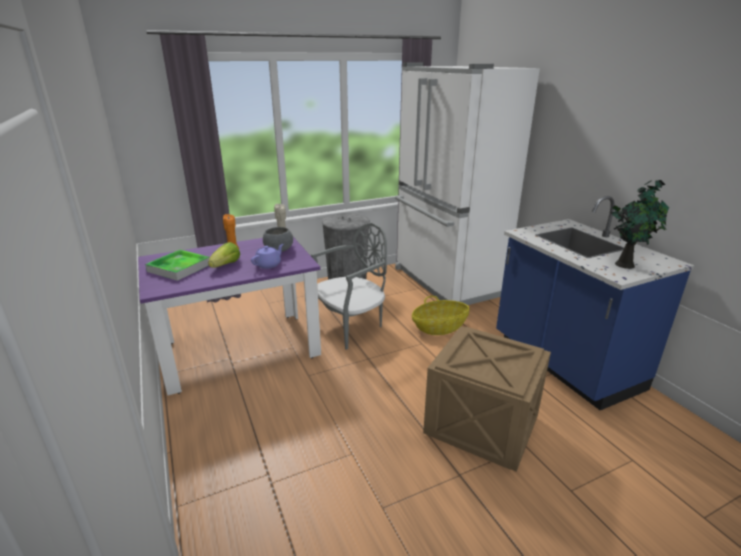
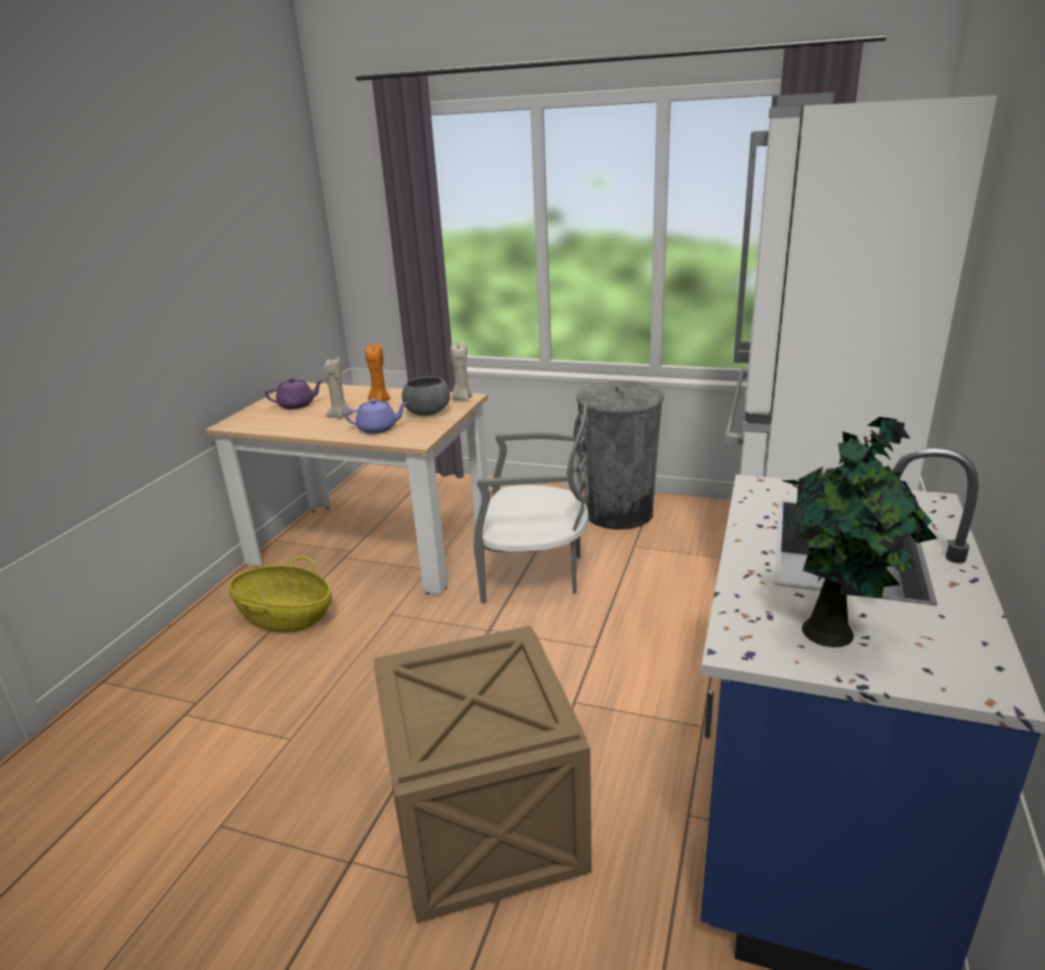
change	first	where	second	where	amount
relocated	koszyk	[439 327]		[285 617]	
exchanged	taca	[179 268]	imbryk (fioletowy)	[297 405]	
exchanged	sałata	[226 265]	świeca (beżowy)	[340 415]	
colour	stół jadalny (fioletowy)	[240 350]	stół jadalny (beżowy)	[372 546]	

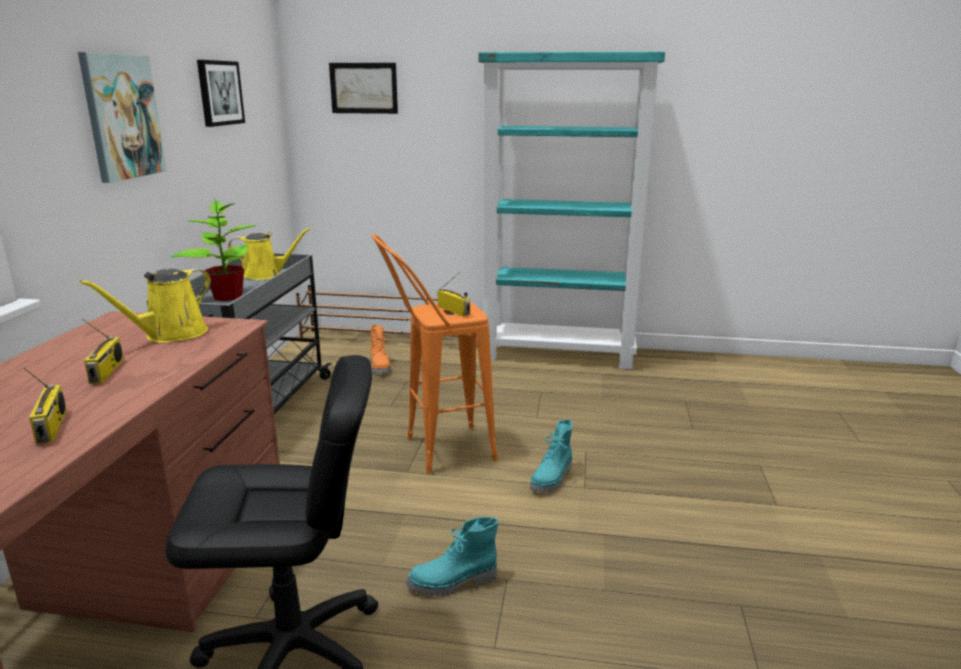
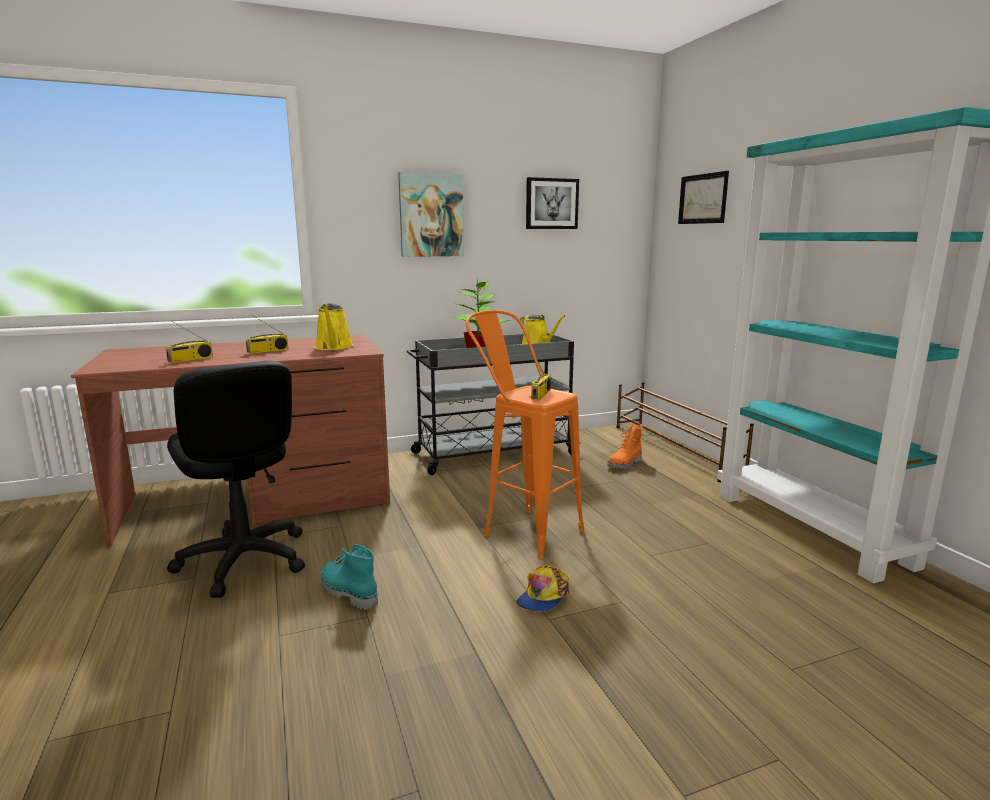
change	first	where	second	where	amount
exchanged	but z cholewką (turkusowy)	[552 479]	czapka z daszkiem	[543 596]	
spun	konewka (żółty)	[171 335]		[334 347]	105 degrees counterclockwise

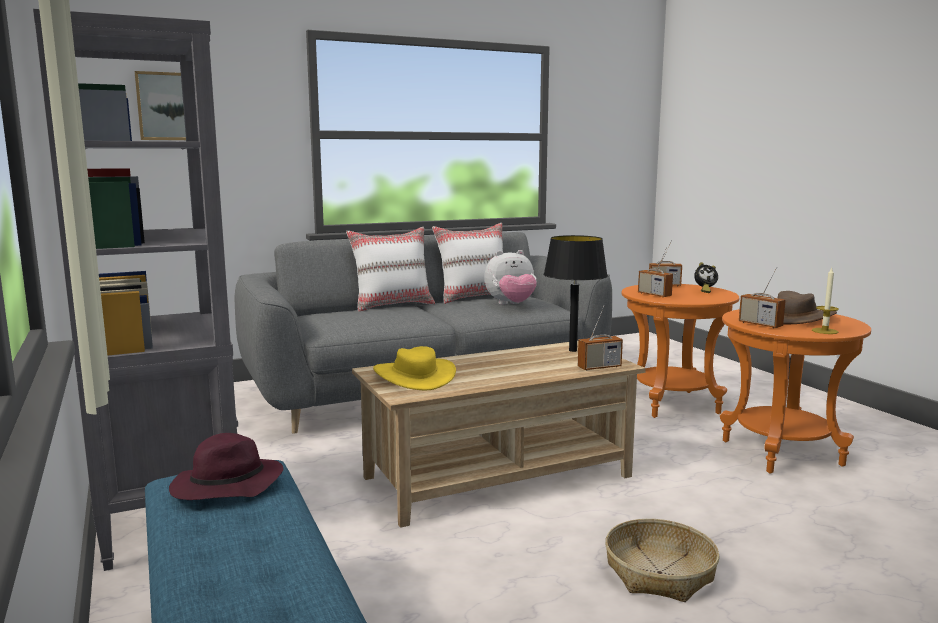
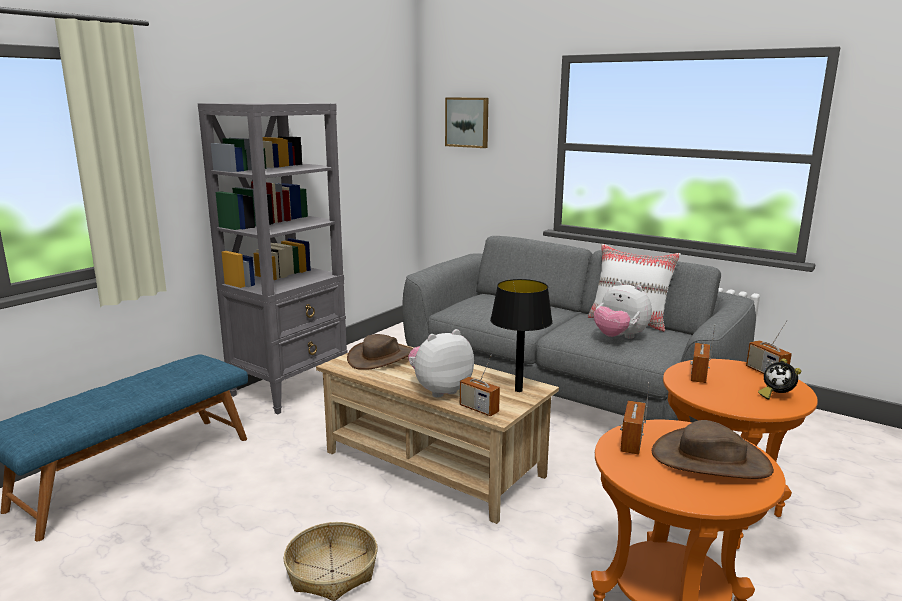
change	first	where	second	where	amount
missing	kapelusz (fioletowy)	[226 487]			
missing	poduszka (biały)	[393 305]			
missing	świeca	[824 331]			
appeared			pluszak	[439 390]	
colour	kapelusz (żółty)	[414 376]	kapelusz (brązowy)	[381 357]	

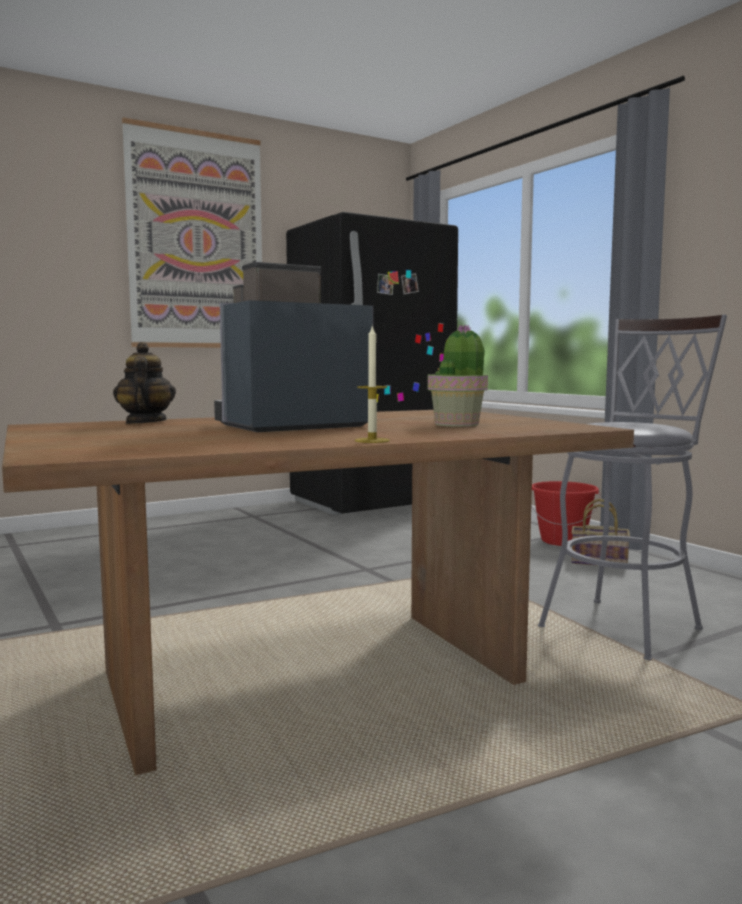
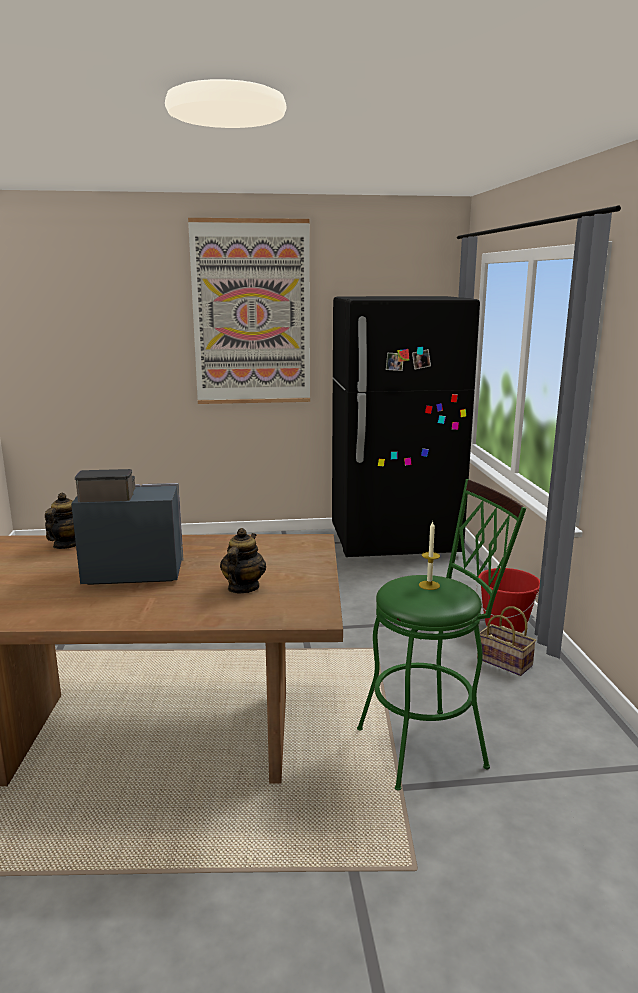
change	first	where	second	where	amount
relocated	świeca	[372 440]		[429 585]	
exchanged	roślina doniczkowa	[457 424]	imbryk	[243 588]	
colour	stołek (szary)	[627 624]	stołek (zielony)	[431 745]	

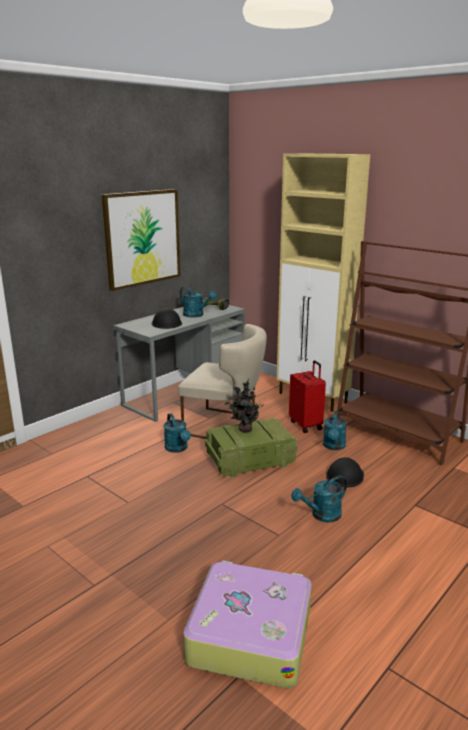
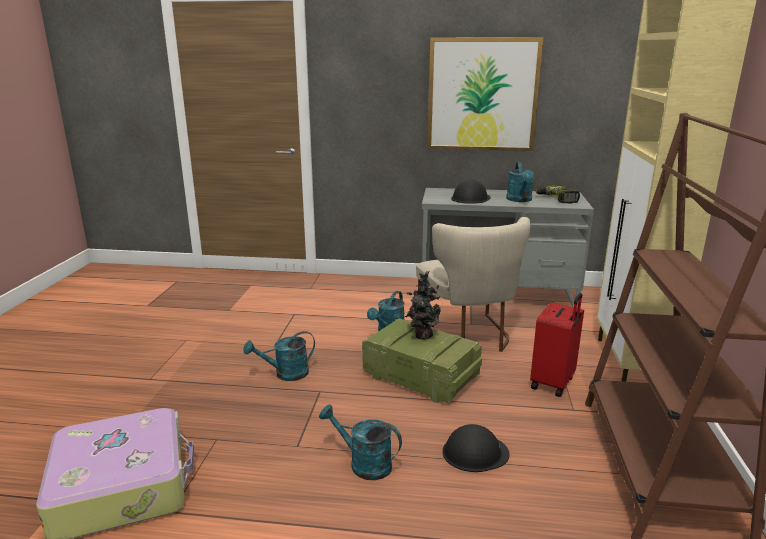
change	first	where	second	where	amount
relocated	konewka (turkusowy)	[334 447]		[285 374]	

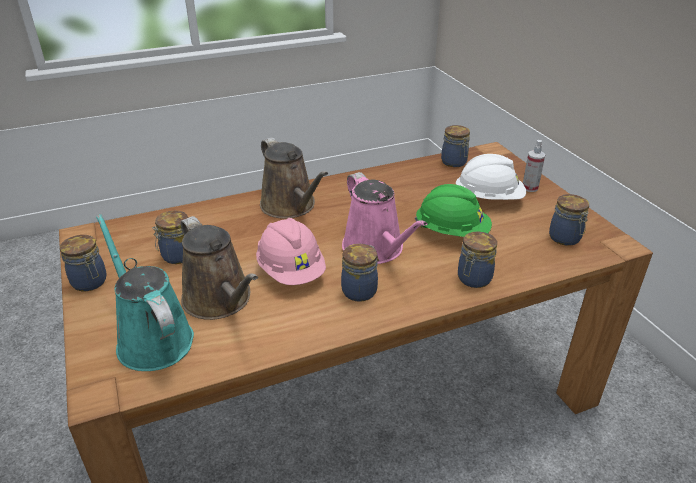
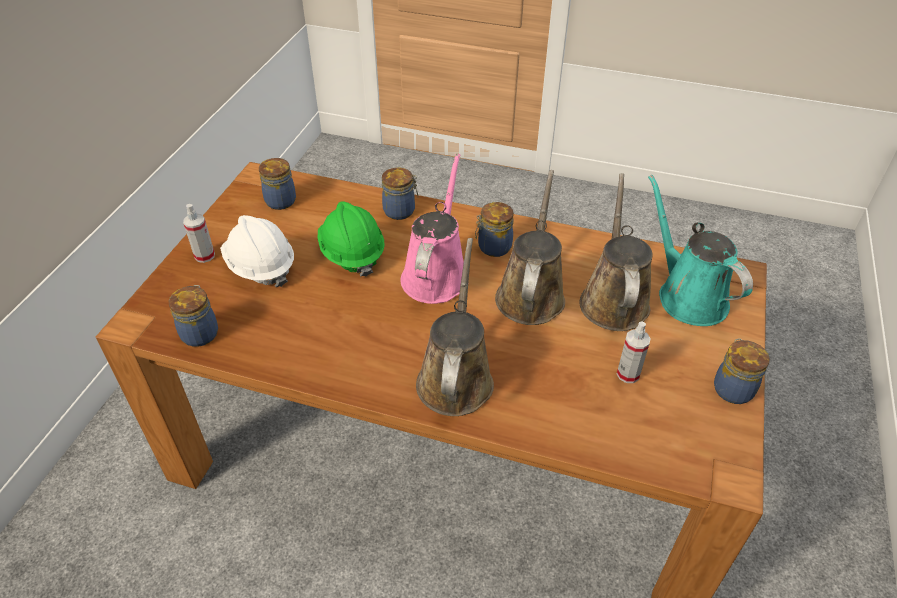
change	first	where	second	where	amount
exchanged	słoik	[177 256]	spryskiwacz	[628 374]	
exchanged	kask (różowy)	[291 271]	konewka (brązowy)	[531 294]	
spun	konewka (turkusowy)	[152 338]		[687 295]	150 degrees clockwise

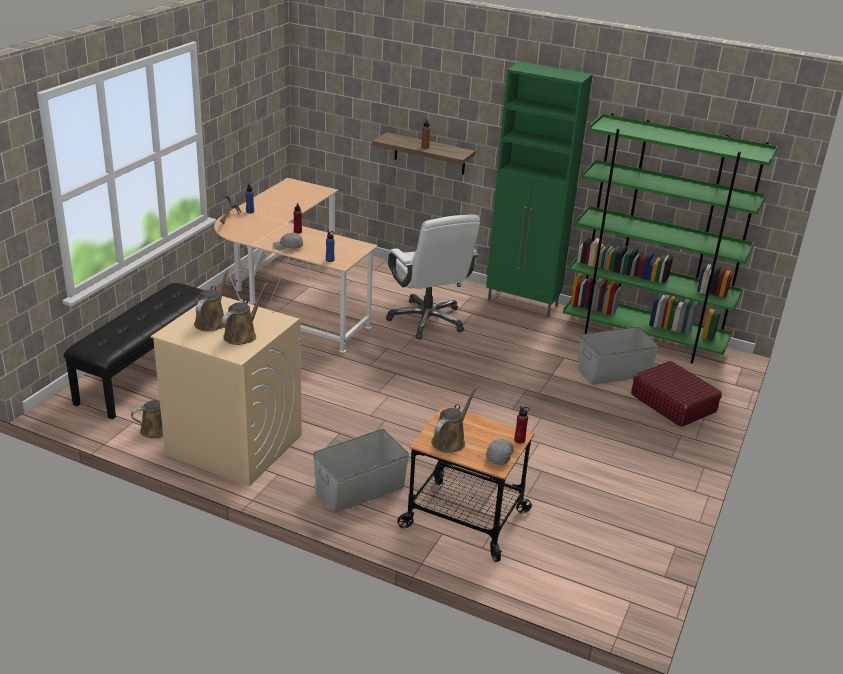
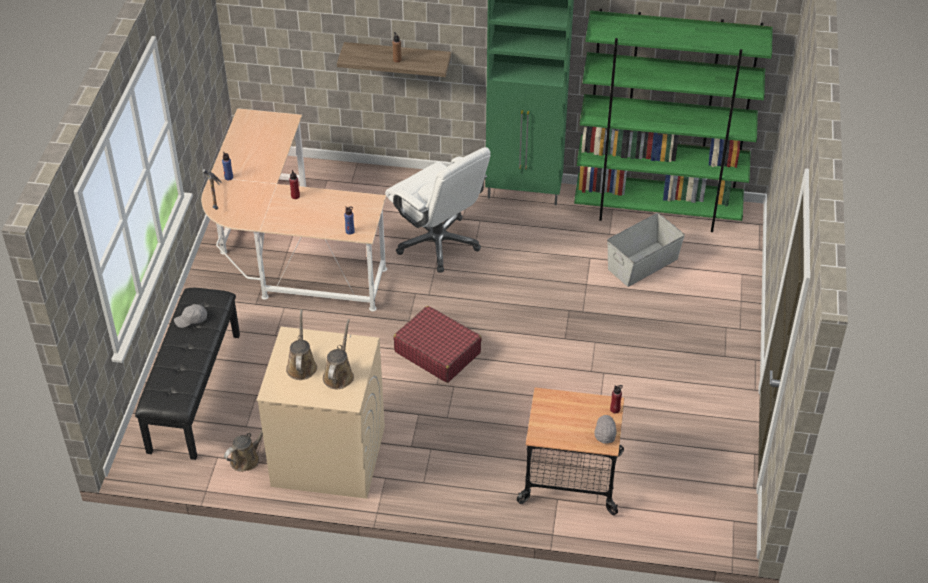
change	first	where	second	where	amount
missing	pojemnik do przechowywania (szary)	[361 489]			
missing	konewka (brązowy)	[450 441]			
relocated	czapka z daszkiem (szary)	[288 247]		[191 320]	
relocated	walizka (czerwony)	[673 403]		[437 352]	

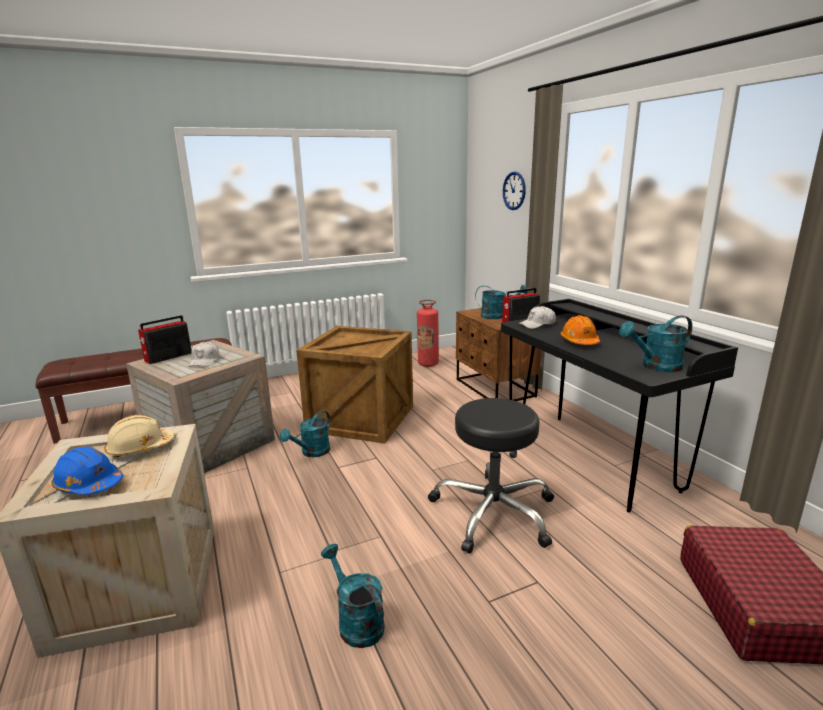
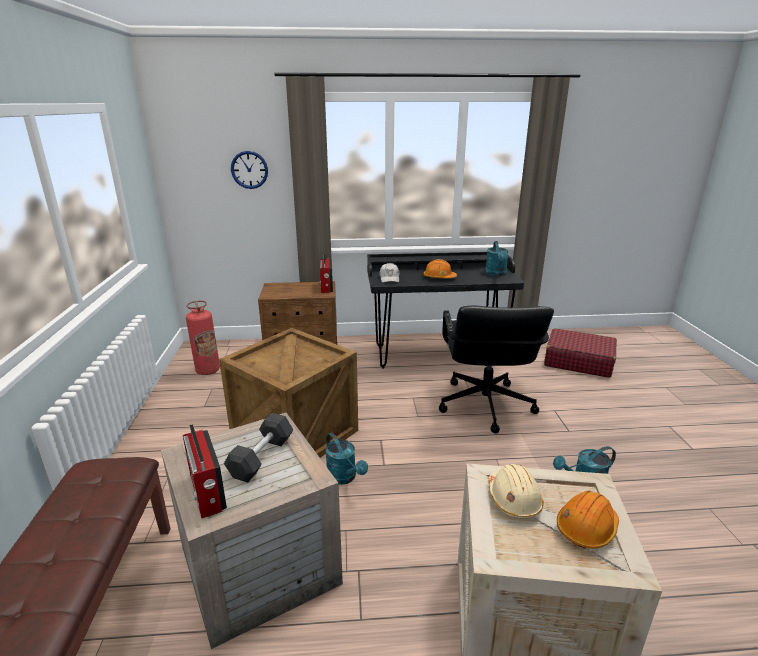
change	first	where	second	where	amount
missing	konewka (turkusowy)	[497 316]			
exchanged	czapka z daszkiem (biały)	[204 361]	hantel (szary)	[261 457]	
exchanged	stołek (czarny)	[494 512]	krzesło biurowe (czarny)	[484 405]	
colour	kask (niebieski)	[89 484]	kask (pomarańczowy)	[586 528]	

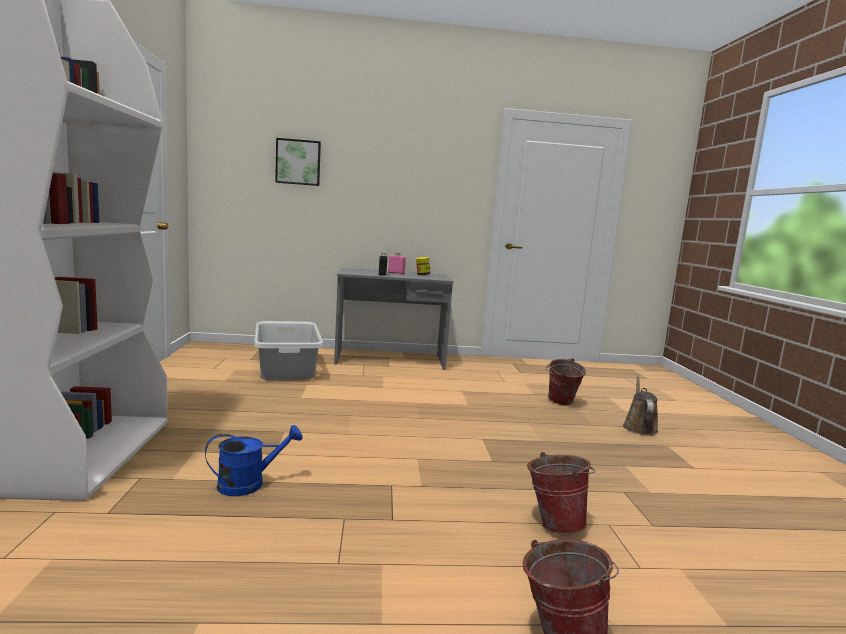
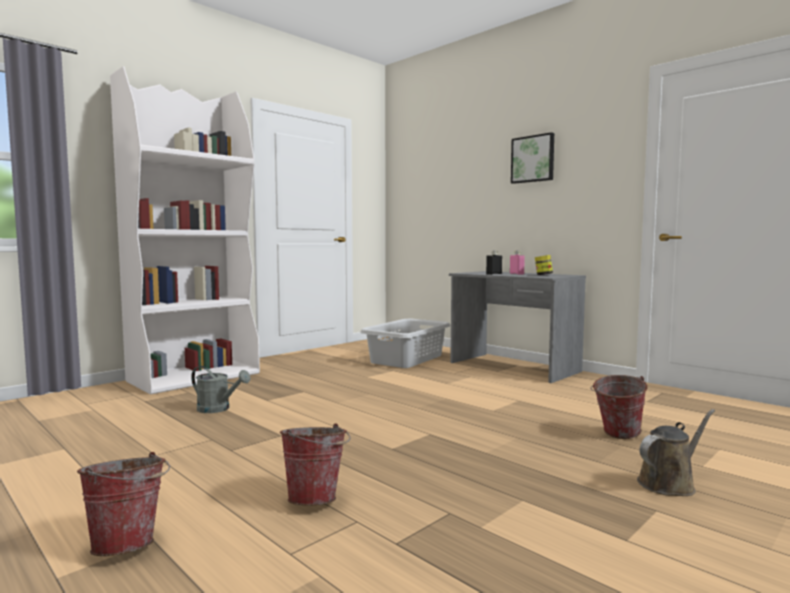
change	first	where	second	where	amount
relocated	obraz	[298 162]		[533 159]	
colour	konewka (niebieski)	[249 484]	konewka (szary)	[218 409]	

